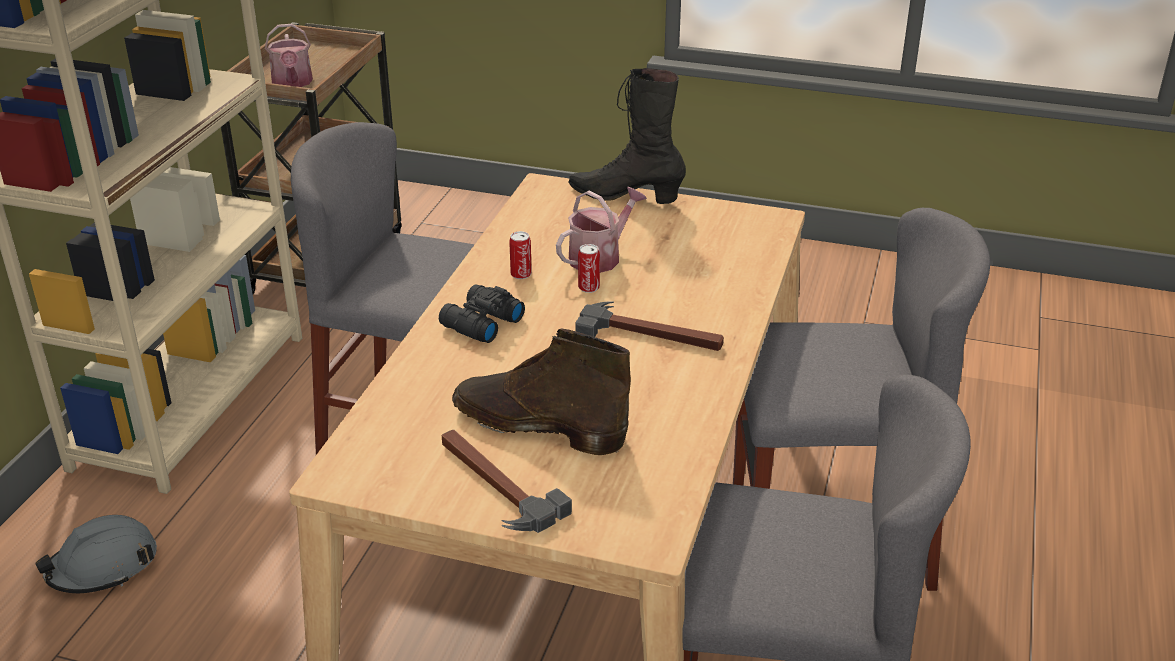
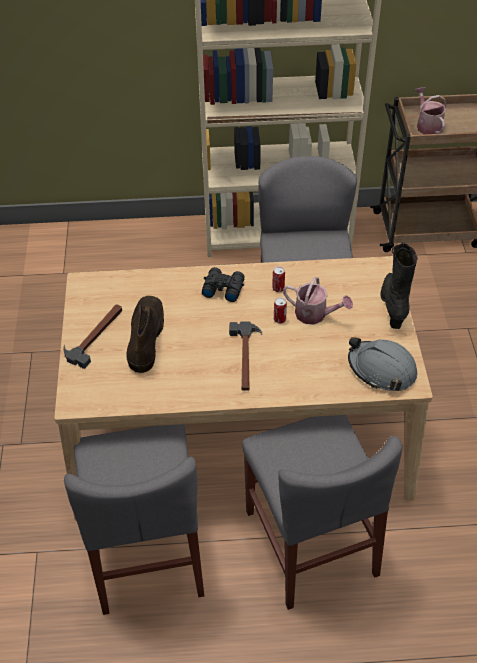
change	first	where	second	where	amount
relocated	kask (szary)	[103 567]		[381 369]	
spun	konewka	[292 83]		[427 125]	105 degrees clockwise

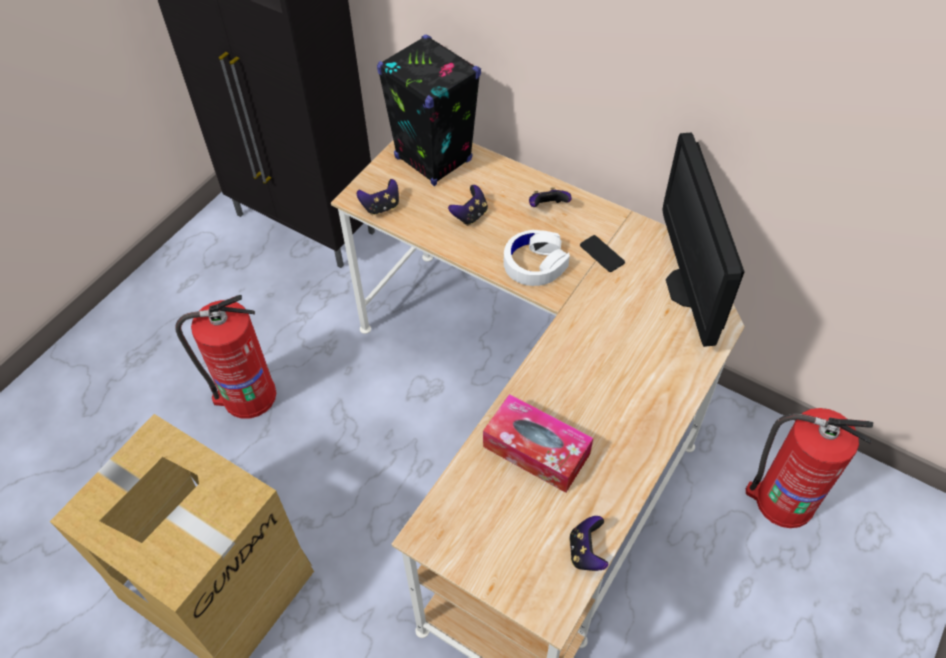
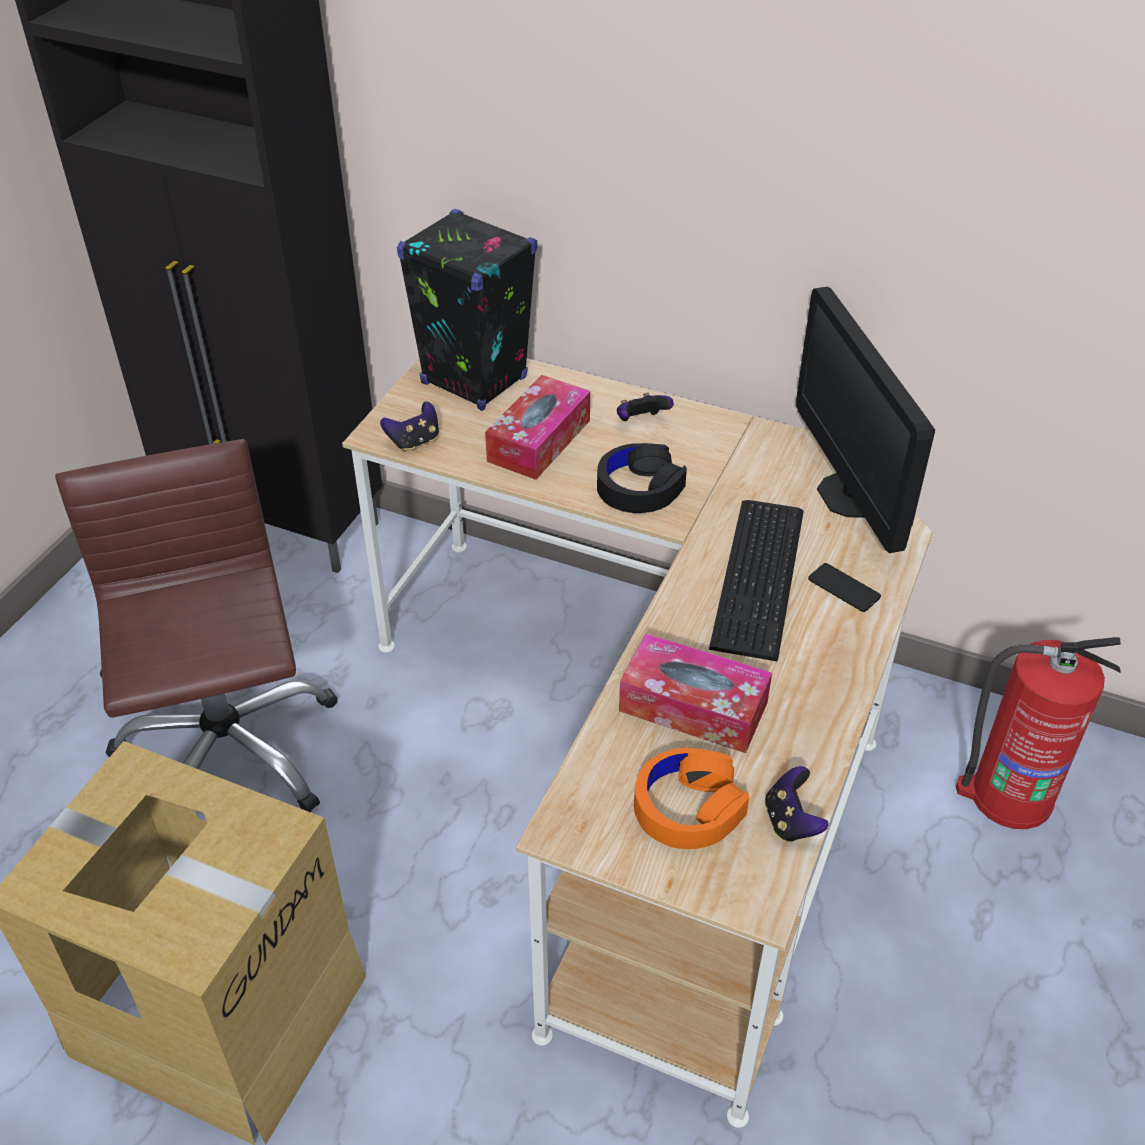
change	first	where	second	where	amount
appeared			słuchawki (pomarańczowy)	[688 807]	
appeared			klawiatura	[762 576]	
relocated	telefon	[602 254]		[844 588]	
exchanged	gaśnica	[247 396]	krzesło biurowe (brązowy)	[227 753]	
exchanged	pad do gier	[470 215]	pudełko chusteczek	[539 440]	
colour	słuchawki (biały)	[535 264]	słuchawki (czarny)	[639 488]	

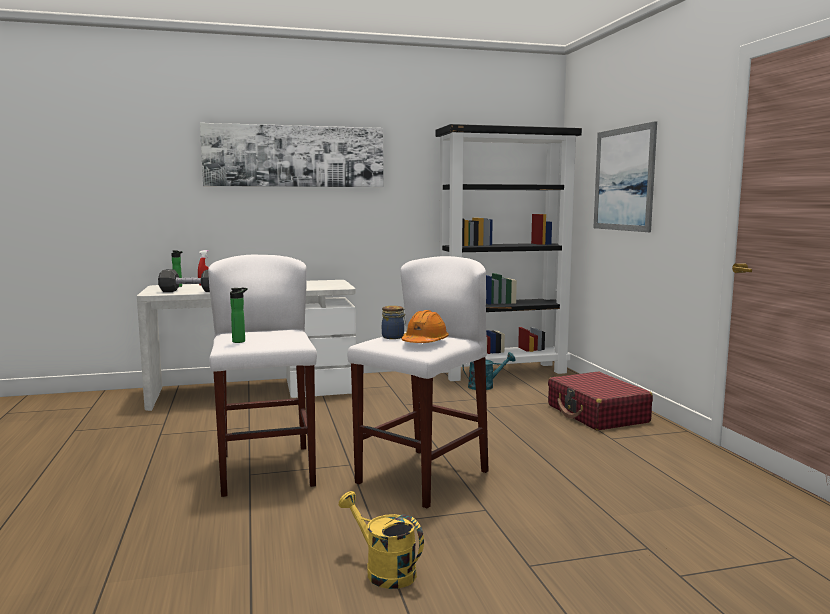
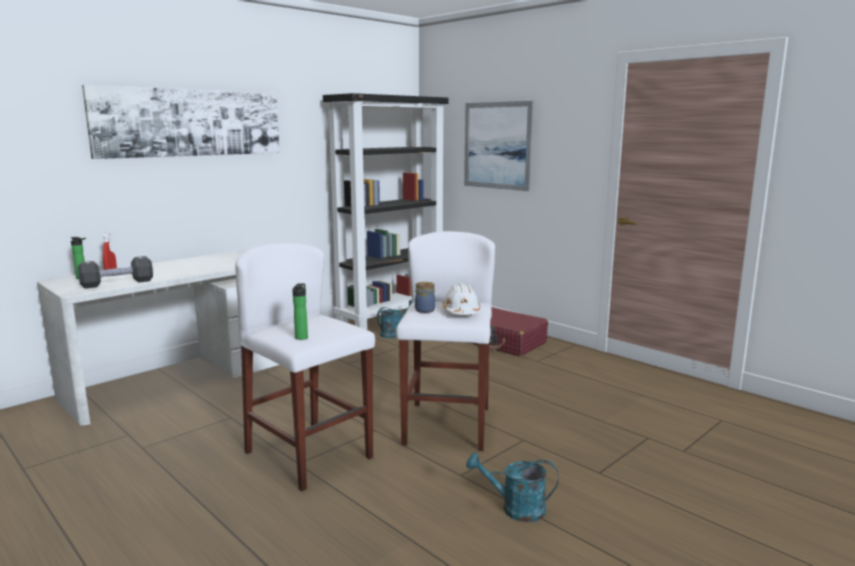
change	first	where	second	where	amount
colour	konewka (żółty)	[383 570]	konewka (turkusowy)	[515 509]	
colour	kask (pomarańczowy)	[425 342]	kask (biały)	[461 312]	

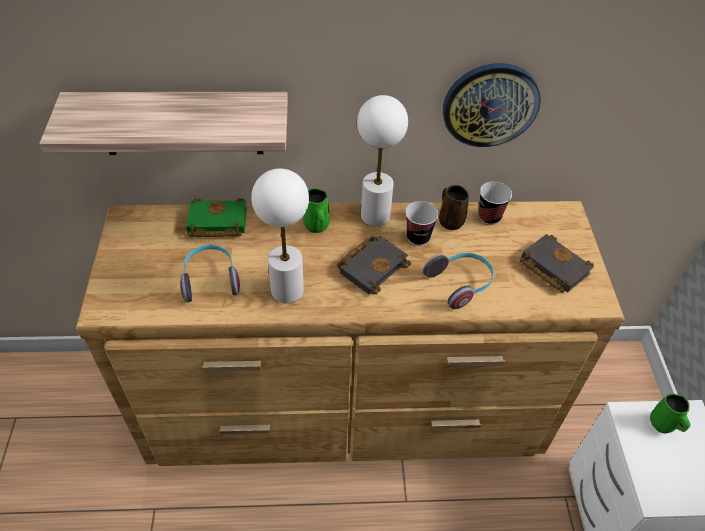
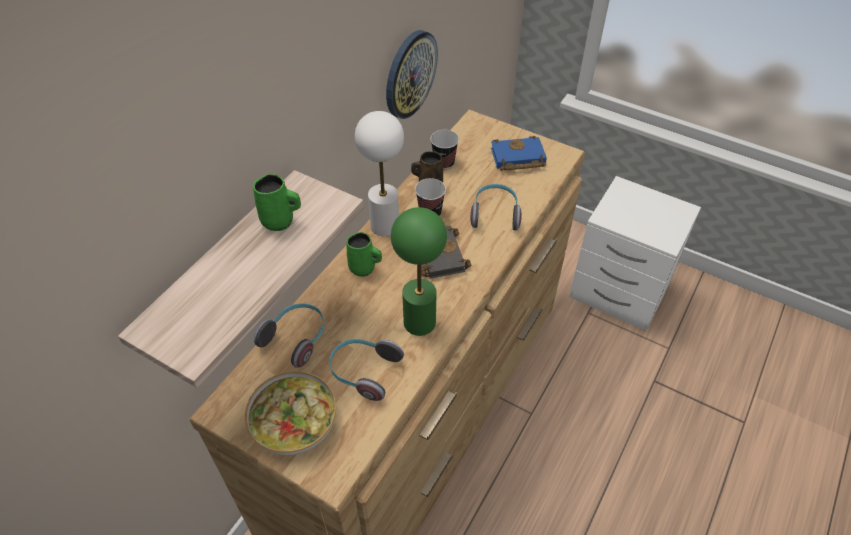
change	first	where	second	where	amount
appeared			miska	[294 423]	
relocated	kubek (zielony)	[663 424]		[279 221]	
exchanged	książka (zielony)	[216 223]	słuchawki	[296 338]	
colour	lampa stołowa (biały)	[286 290]	lampa stołowa (zielony)	[419 323]	
colour	książka (czarny)	[551 267]	książka (niebieski)	[516 158]	

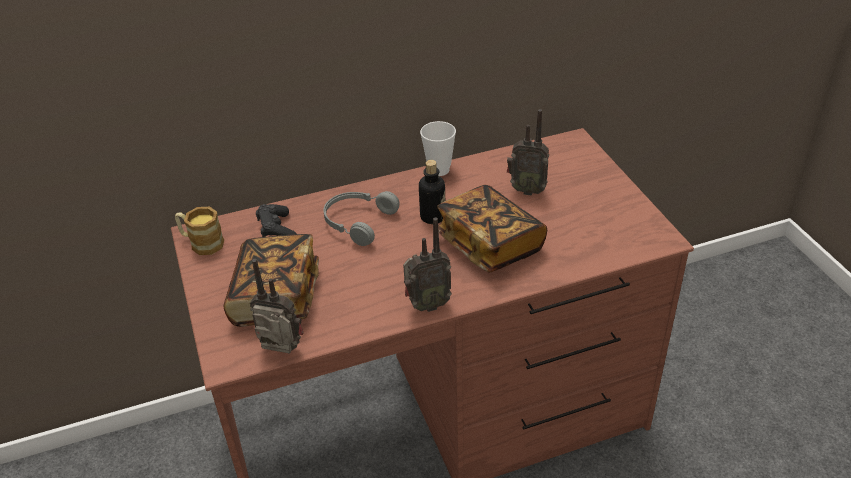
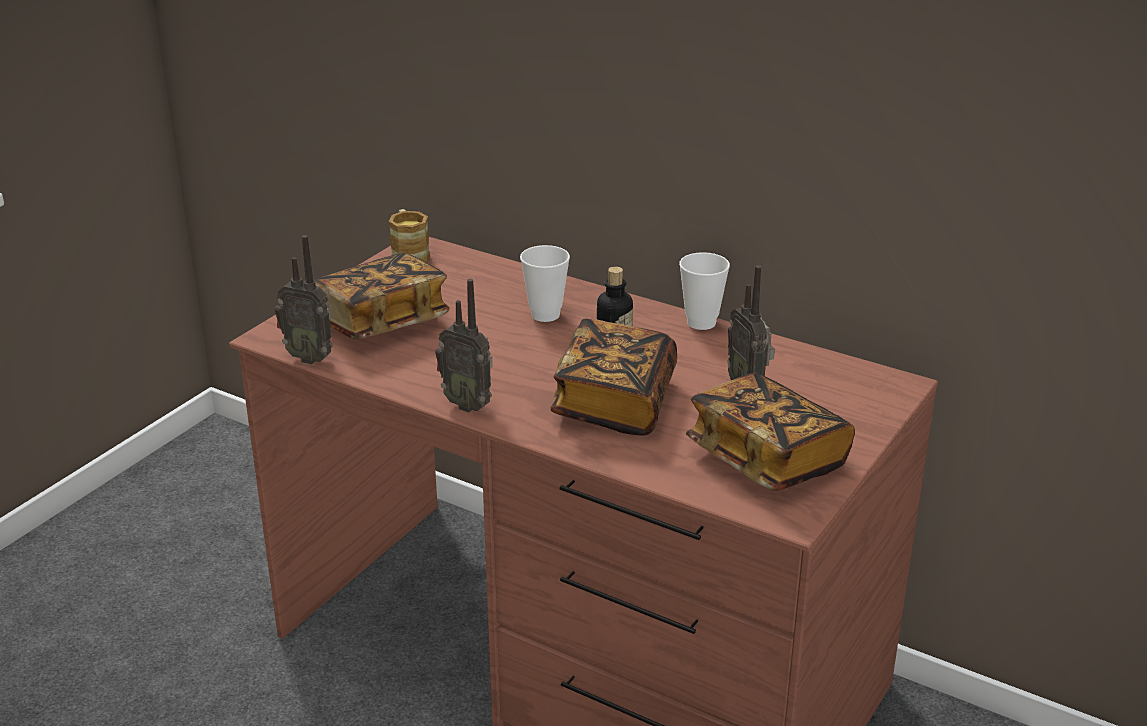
change	first	where	second	where	amount
missing	pad do gier (czarny)	[277 230]			
appeared			książka	[766 459]	
exchanged	słuchawki (szary)	[357 222]	filiżanka	[545 315]	
spun	radio	[281 353]		[310 357]	135 degrees clockwise

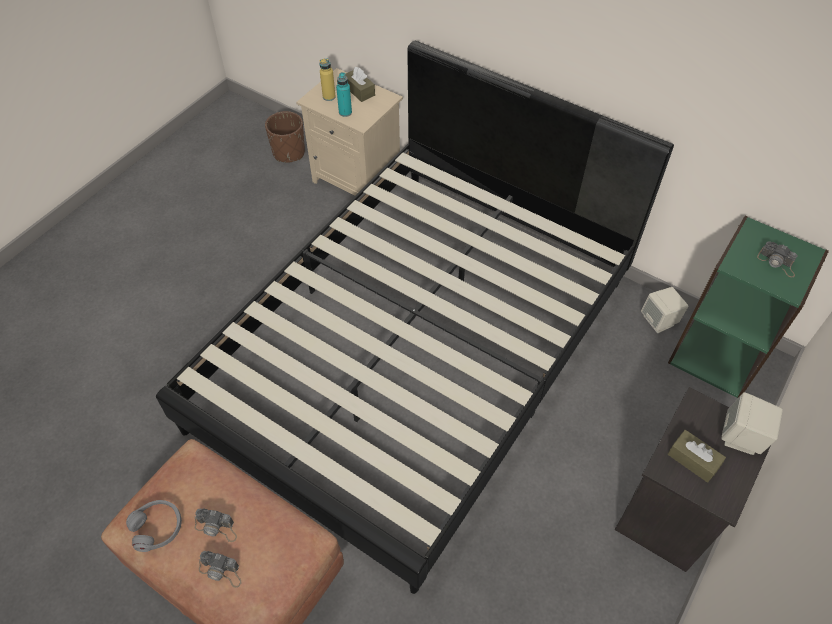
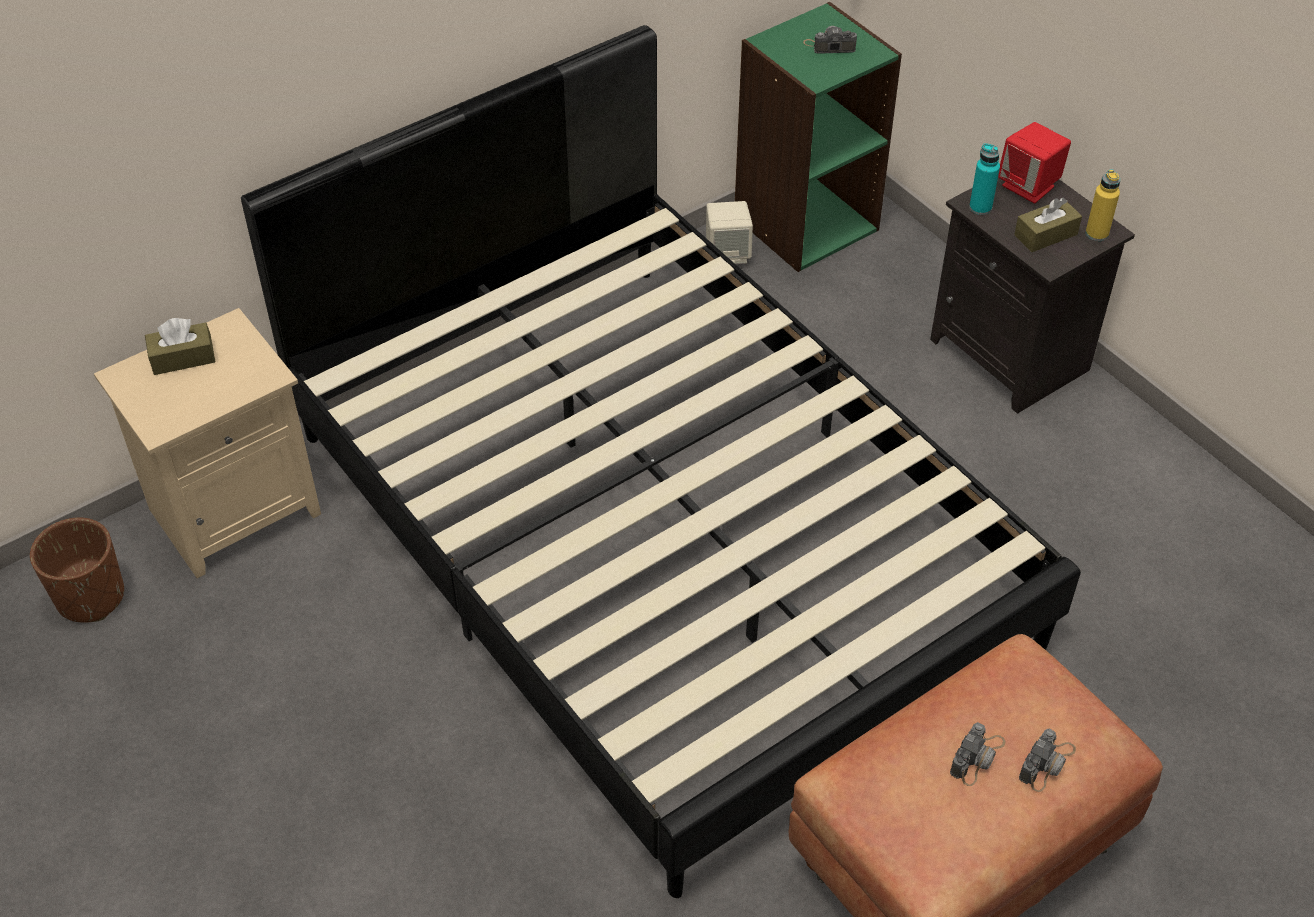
change	first	where	second	where	amount
missing	słuchawki (szary)	[157 528]			
relocated	butelka (żółty)	[329 97]		[1096 233]	
relocated	butelka (turkusowy)	[345 112]		[980 207]	
colour	głośnik (beżowy)	[742 437]	głośnik (czerwony)	[1029 186]	
spun	aparat fotograficzny	[777 263]		[829 46]	150 degrees counterclockwise

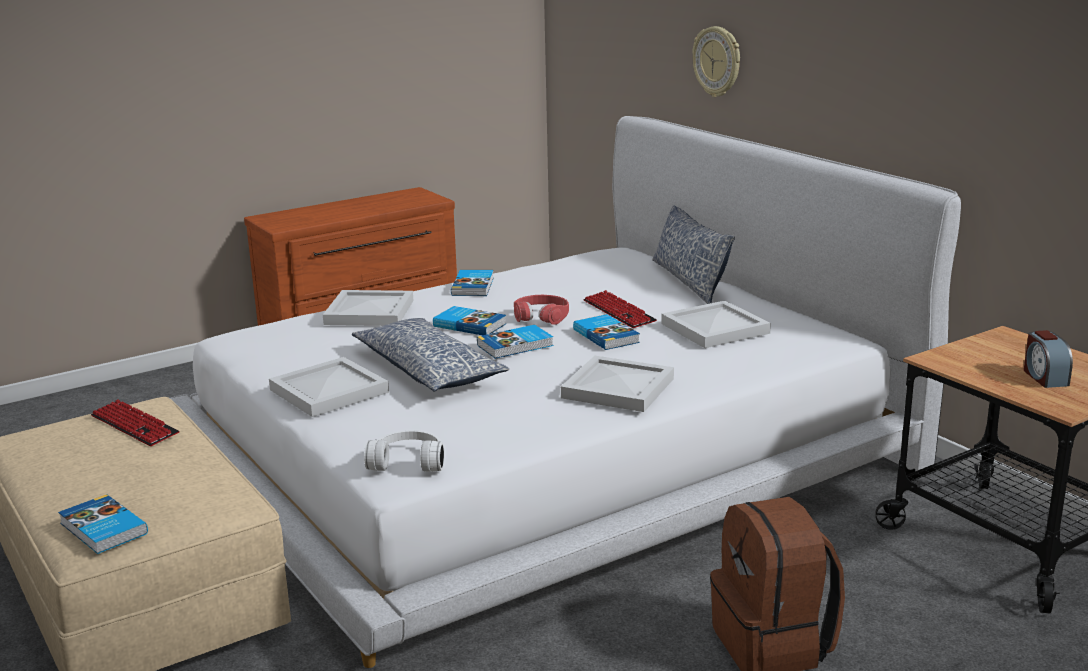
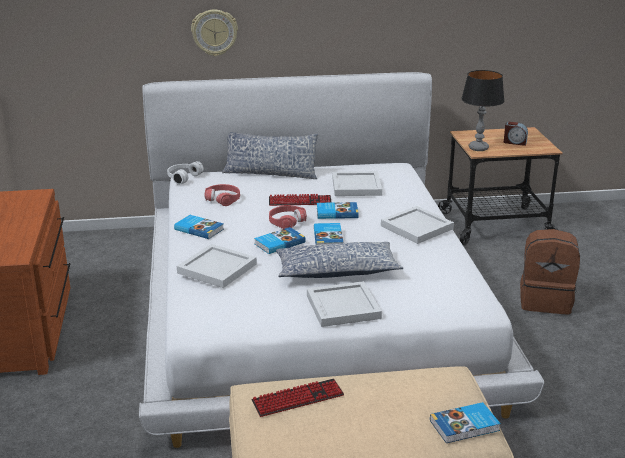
change	first	where	second	where	amount
appeared			słuchawki (czerwony)	[223 199]	
appeared			lampa stołowa	[478 148]	
relocated	słuchawki (biały)	[408 462]		[182 177]	

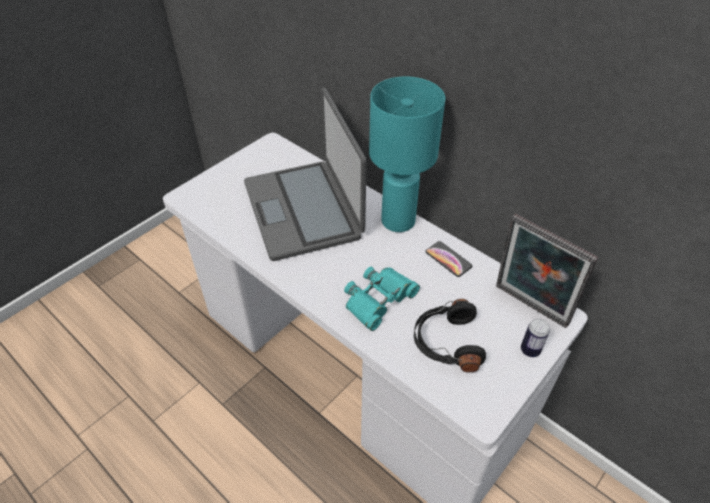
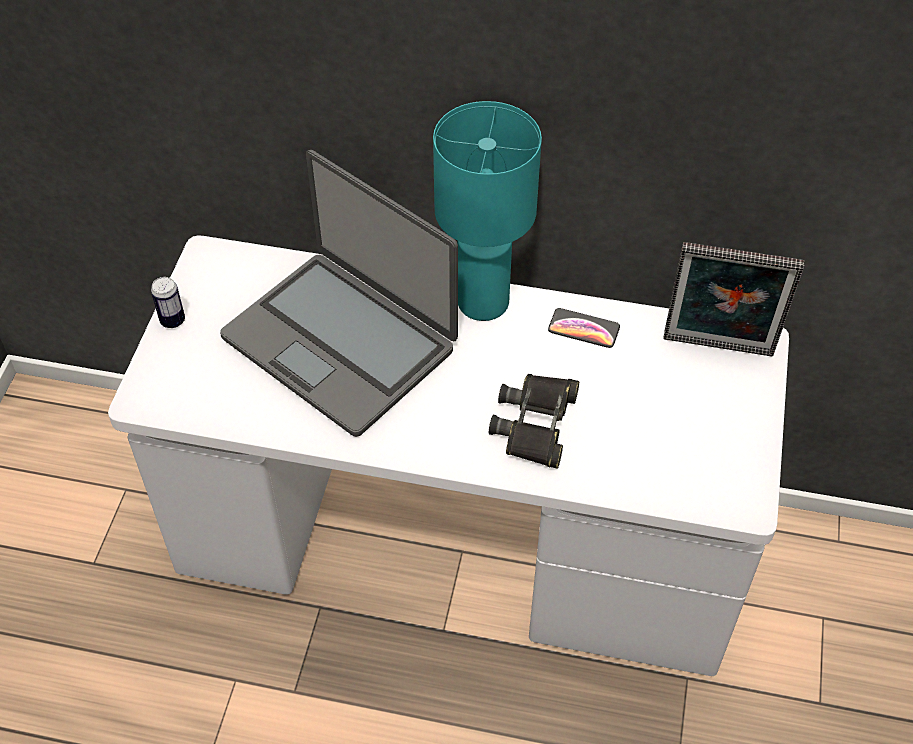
change	first	where	second	where	amount
missing	słuchawki (czarny)	[446 343]			
relocated	puszka	[530 350]		[172 321]	
colour	lornetka (turkusowy)	[379 300]	lornetka (czarny)	[536 424]	

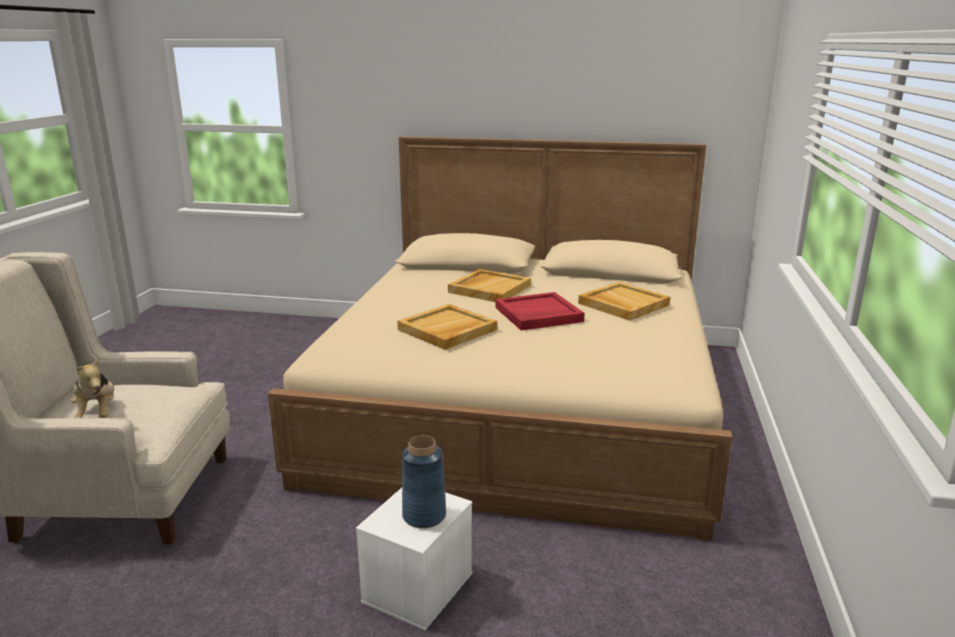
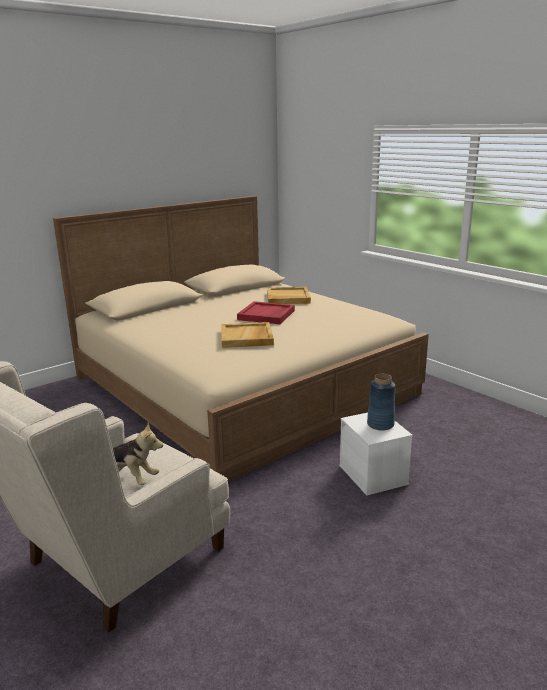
change	first	where	second	where	amount
missing	taca (beżowy)	[489 289]			

